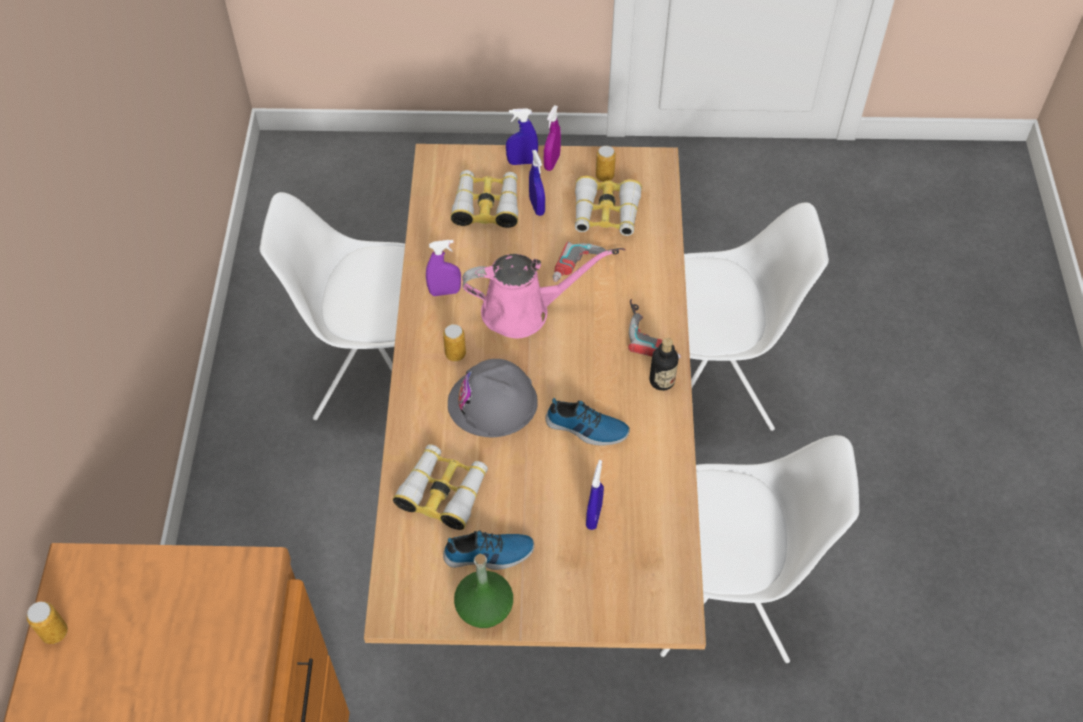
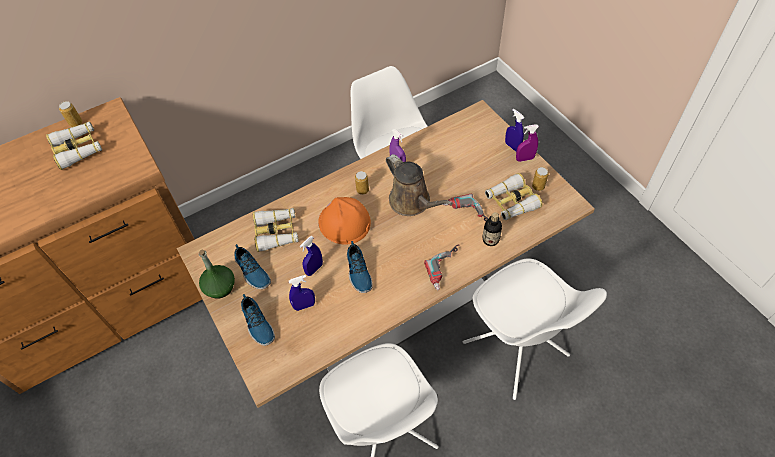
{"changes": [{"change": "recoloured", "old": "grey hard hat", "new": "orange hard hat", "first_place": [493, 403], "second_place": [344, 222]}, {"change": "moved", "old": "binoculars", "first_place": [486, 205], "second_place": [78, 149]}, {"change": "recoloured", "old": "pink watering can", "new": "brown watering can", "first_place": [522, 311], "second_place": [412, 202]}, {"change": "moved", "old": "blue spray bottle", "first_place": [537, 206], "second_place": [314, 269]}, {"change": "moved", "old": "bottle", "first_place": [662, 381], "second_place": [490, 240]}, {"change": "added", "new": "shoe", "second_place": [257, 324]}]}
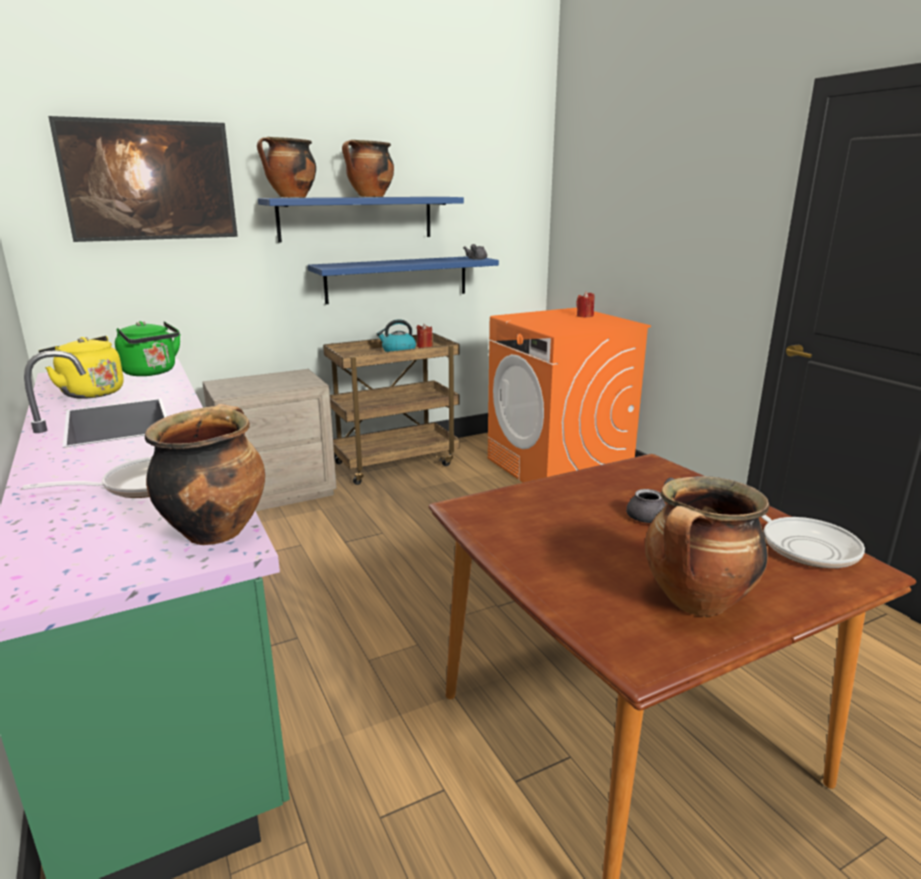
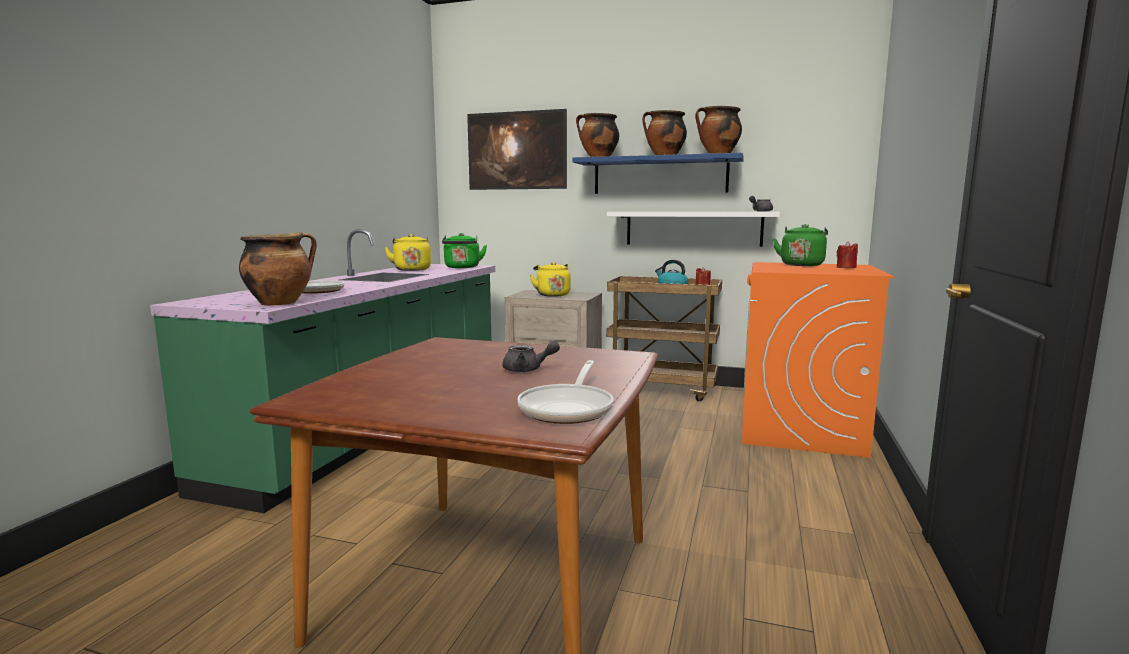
{"changes": [{"change": "recoloured", "old": "blue shelf", "new": "white shelf", "first_place": [397, 279], "second_place": [693, 228]}, {"change": "moved", "old": "cooking pot", "first_place": [696, 603], "second_place": [718, 154]}, {"change": "added", "new": "yellow kettle", "second_place": [552, 295]}, {"change": "added", "new": "green kettle", "second_place": [801, 265]}]}
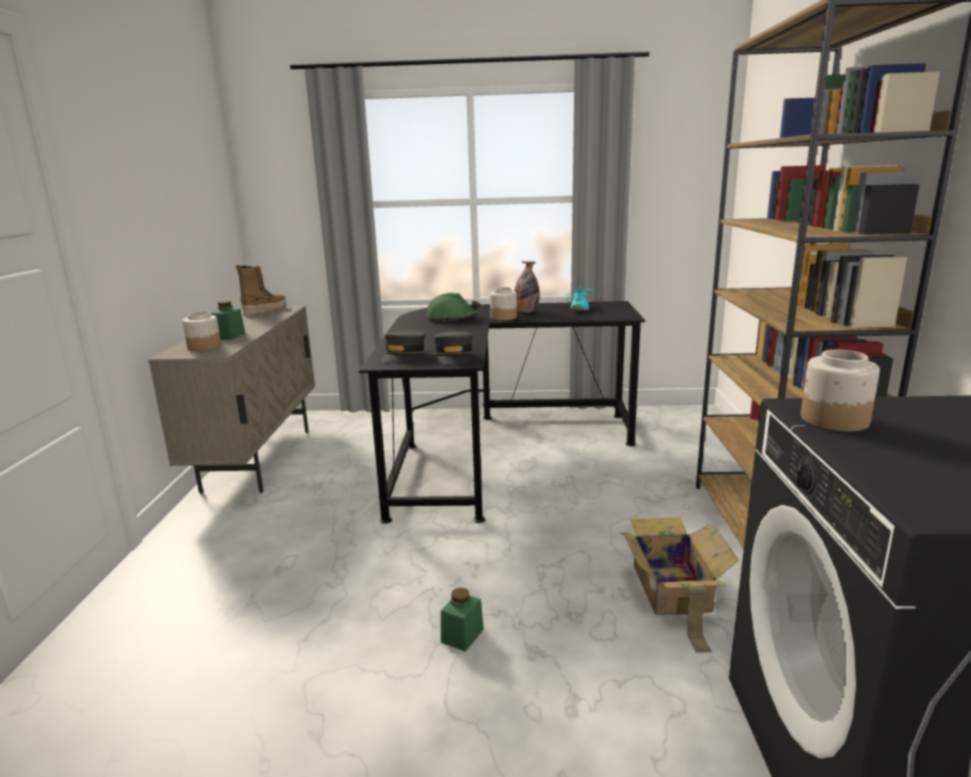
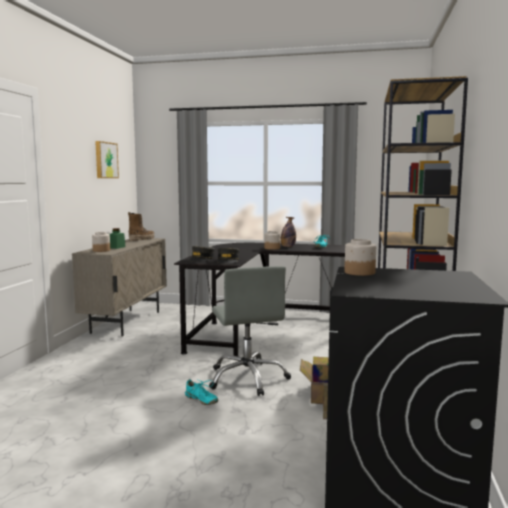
{"changes": [{"change": "removed", "old": "green hard hat", "first_place": [452, 319]}, {"change": "replaced", "old": "green jar", "new": "turquoise shoe", "first_place": [462, 635], "second_place": [201, 400]}, {"change": "added", "new": "picture", "second_place": [105, 160]}, {"change": "added", "new": "grey office chair", "second_place": [248, 378]}]}
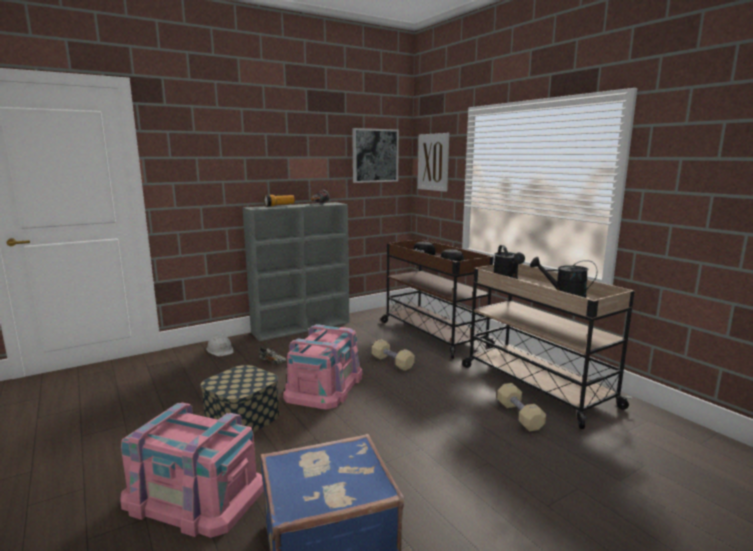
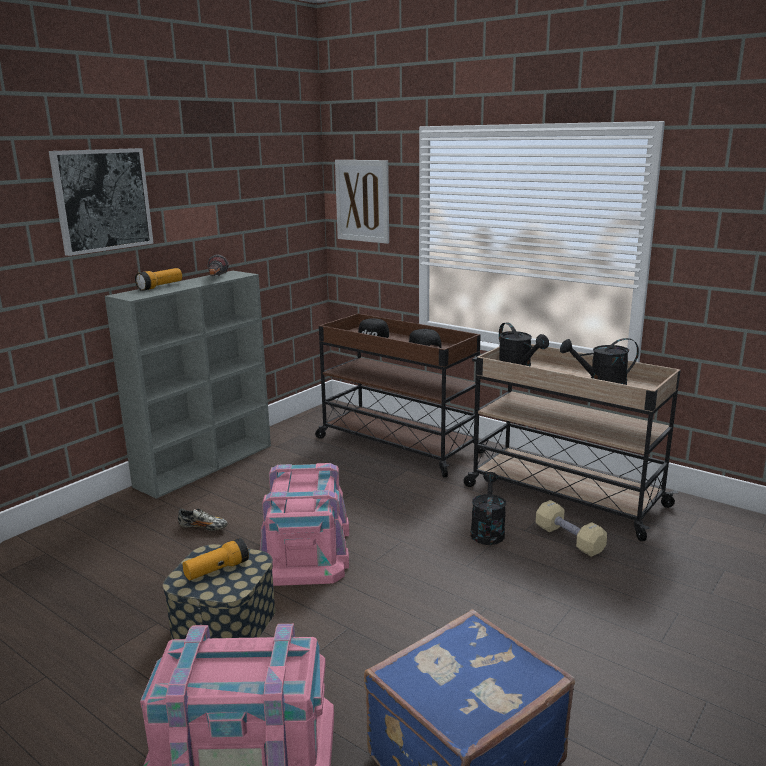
{"changes": [{"change": "removed", "old": "white hard hat", "first_place": [220, 350]}, {"change": "moved", "old": "picture", "first_place": [375, 155], "second_place": [102, 200]}, {"change": "removed", "old": "beige dumbbell", "first_place": [392, 362]}, {"change": "added", "new": "flashlight", "second_place": [216, 570]}, {"change": "added", "new": "black watering can", "second_place": [487, 531]}]}
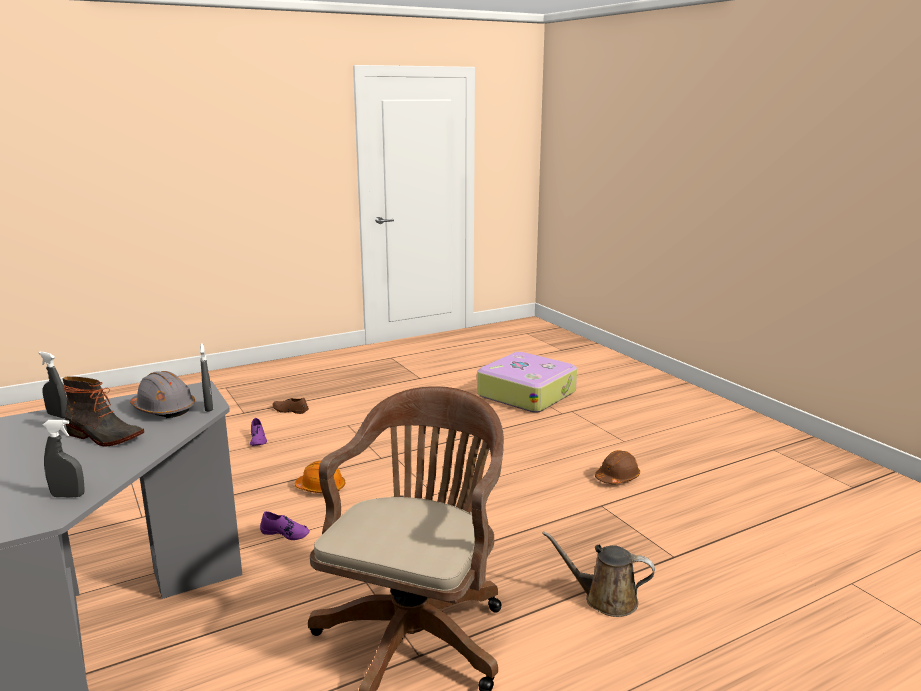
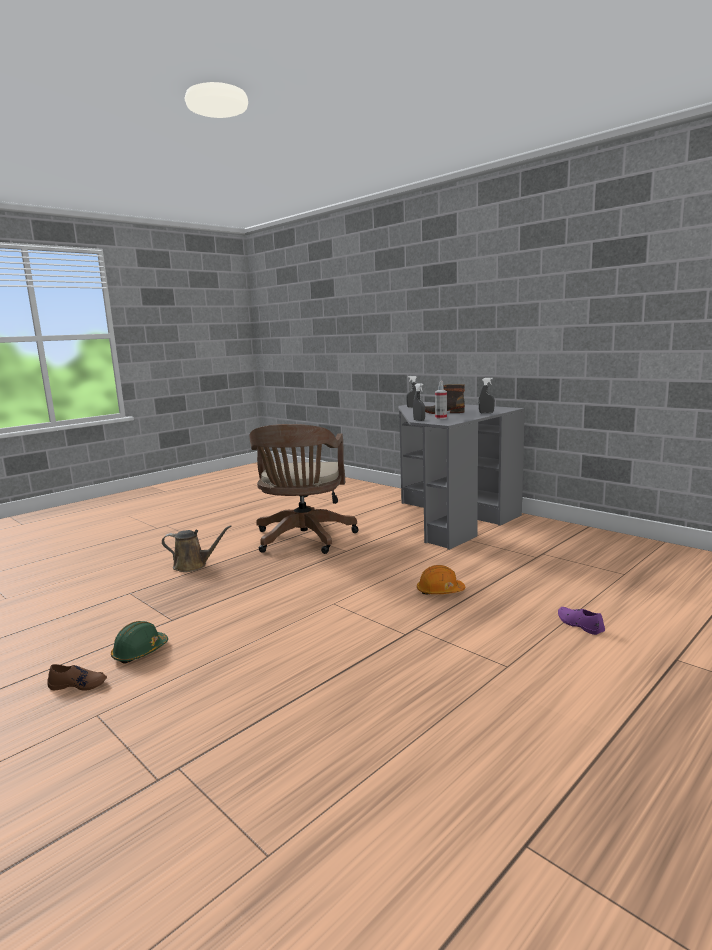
{"changes": [{"change": "replaced", "old": "grey hard hat", "new": "spray bottle", "first_place": [163, 409], "second_place": [441, 418]}, {"change": "removed", "old": "purple shoe", "first_place": [285, 533]}, {"change": "moved", "old": "brown shoe", "first_place": [290, 410], "second_place": [78, 684]}, {"change": "removed", "old": "suitcase", "first_place": [526, 393]}, {"change": "recoloured", "old": "brown hard hat", "new": "green hard hat", "first_place": [617, 477], "second_place": [140, 652]}]}
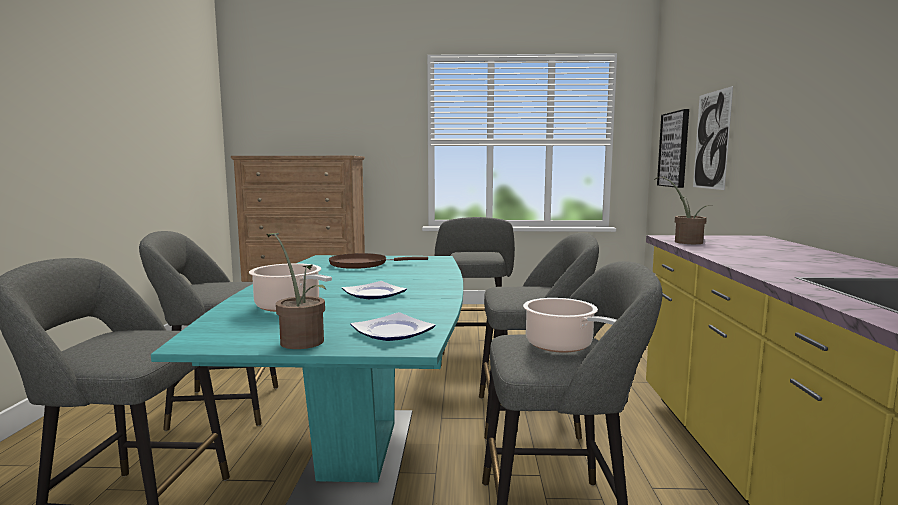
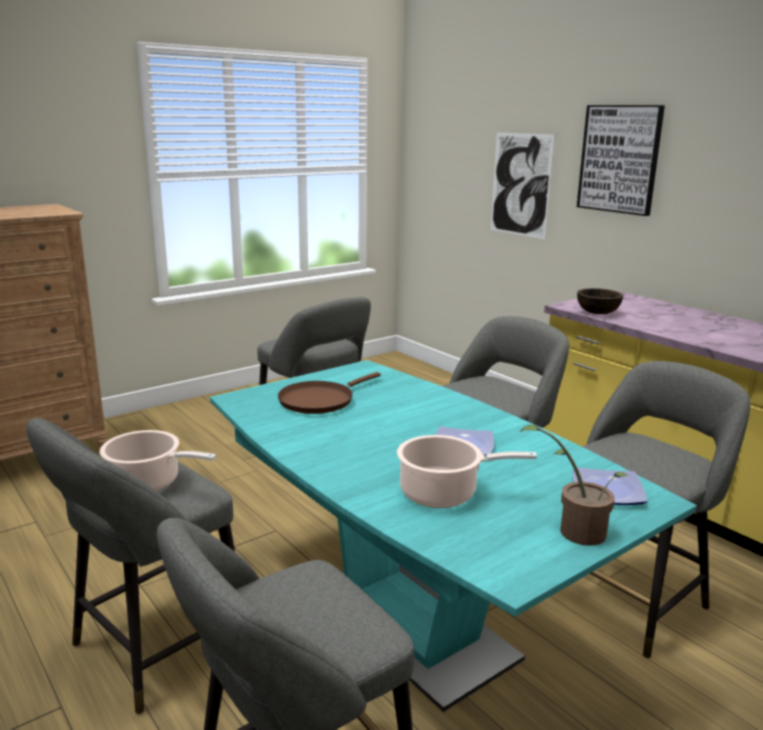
{"changes": [{"change": "moved", "old": "cooking pot", "first_place": [562, 346], "second_place": [148, 483]}, {"change": "replaced", "old": "potted plant", "new": "brown bowl", "first_place": [685, 241], "second_place": [598, 313]}, {"change": "moved", "old": "picture", "first_place": [674, 149], "second_place": [619, 159]}]}
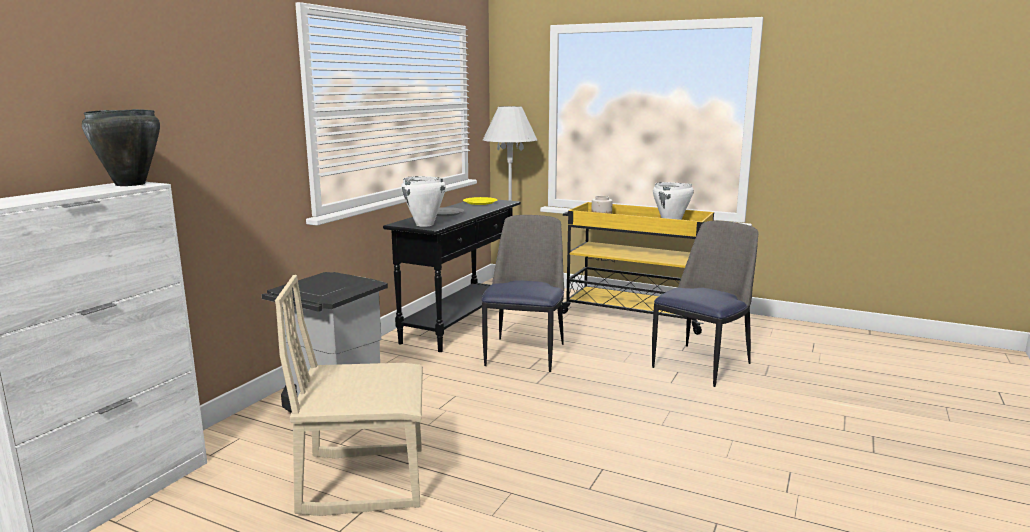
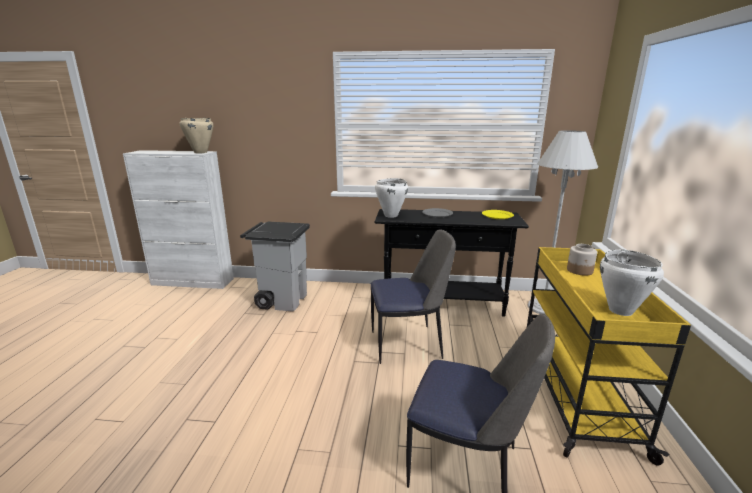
{"changes": [{"change": "recoloured", "old": "black cooking pot", "new": "beige cooking pot", "first_place": [130, 184], "second_place": [200, 152]}, {"change": "removed", "old": "beige chair", "first_place": [363, 480]}]}
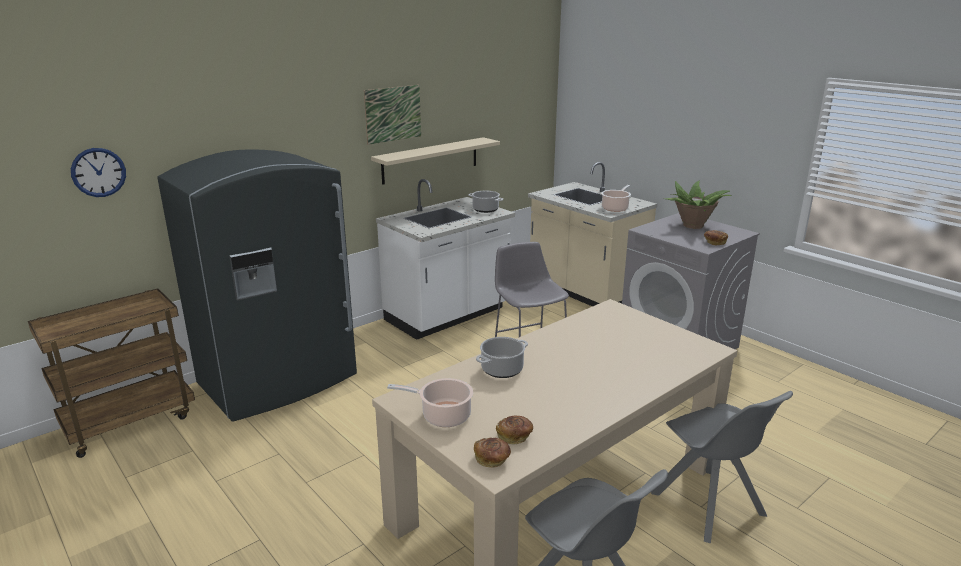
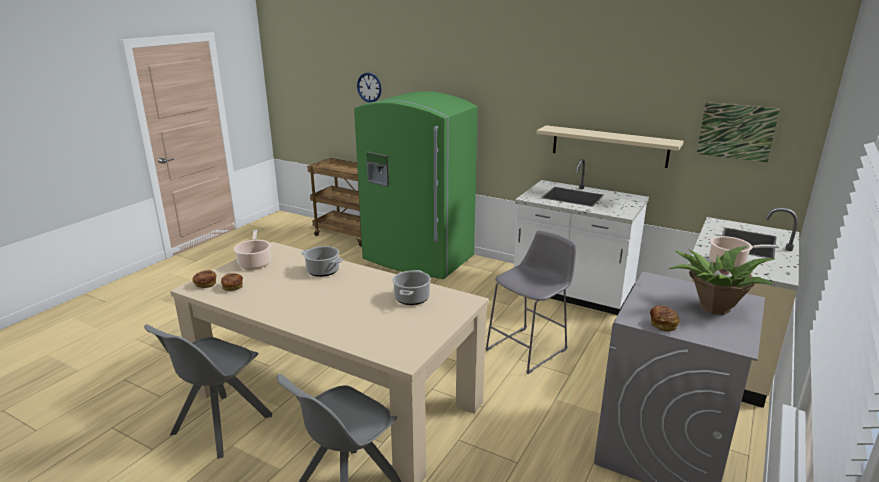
{"changes": [{"change": "recoloured", "old": "grey fridge", "new": "green fridge", "first_place": [279, 381], "second_place": [417, 259]}, {"change": "moved", "old": "picture", "first_place": [393, 114], "second_place": [736, 132]}, {"change": "moved", "old": "cooking pot", "first_place": [485, 209], "second_place": [411, 298]}]}
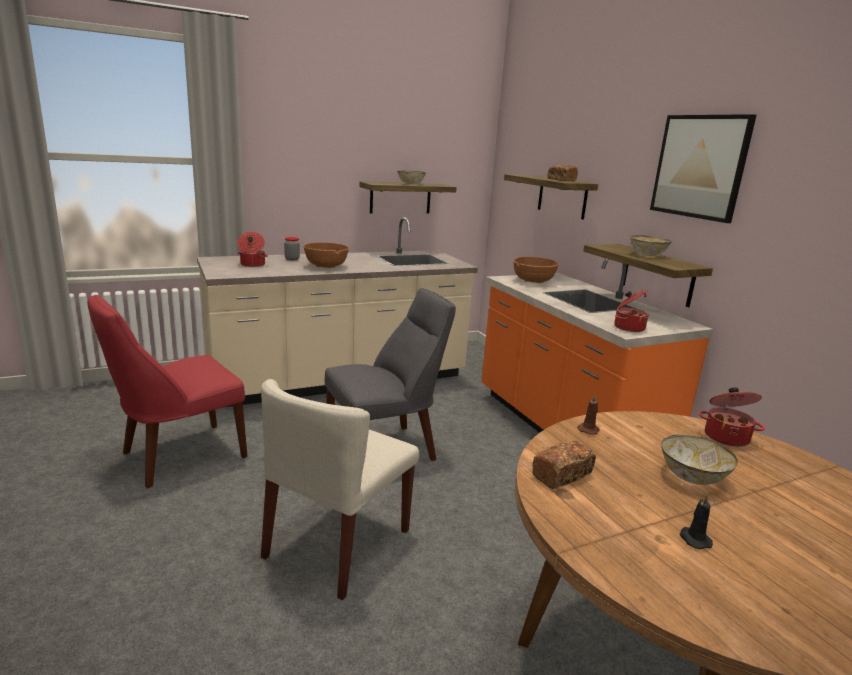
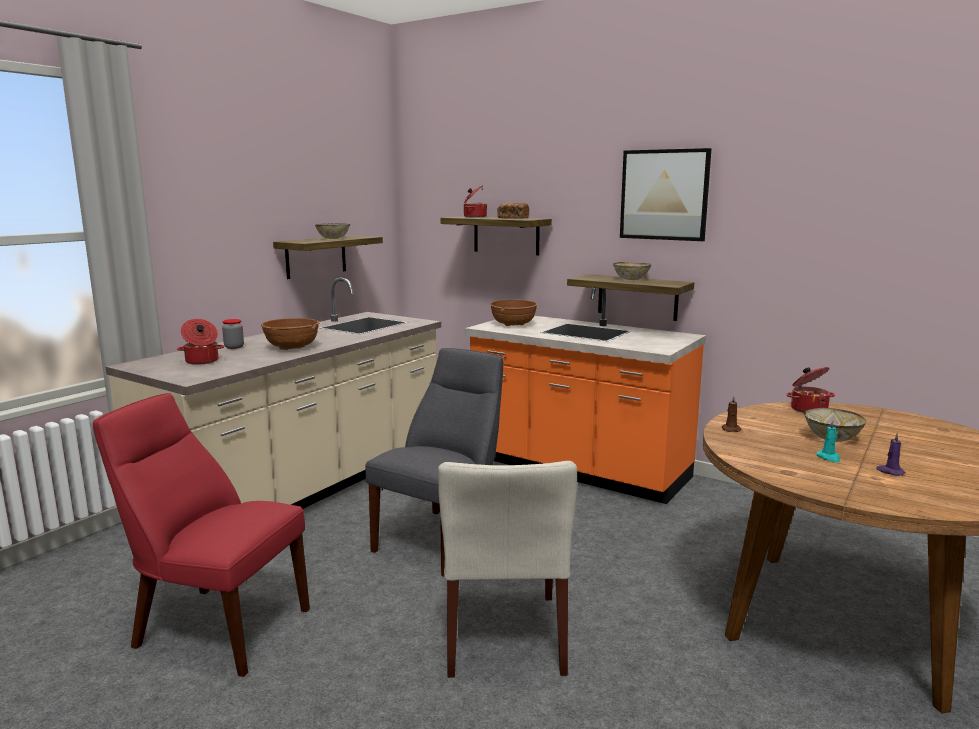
{"changes": [{"change": "turned", "old": "red chair", "first_place": [178, 456], "second_place": [216, 626], "degrees": 90}, {"change": "removed", "old": "bread", "first_place": [561, 475]}, {"change": "moved", "old": "cooking pot", "first_place": [628, 327], "second_place": [474, 217]}, {"change": "recoloured", "old": "black candle", "new": "purple candle", "first_place": [694, 539], "second_place": [890, 471]}, {"change": "added", "new": "turquoise candle", "second_place": [828, 458]}]}
